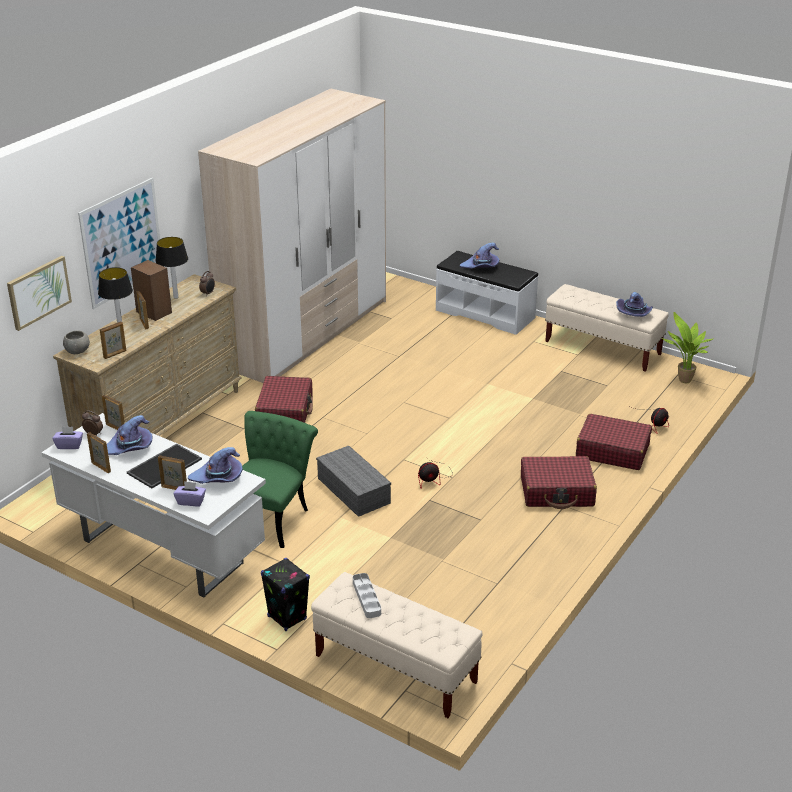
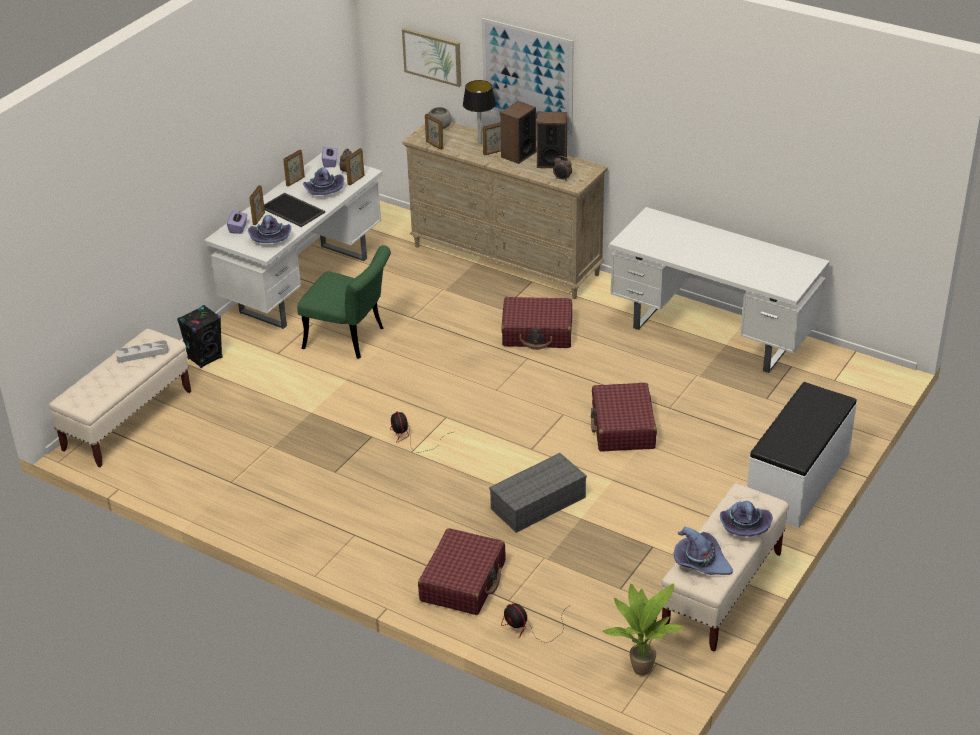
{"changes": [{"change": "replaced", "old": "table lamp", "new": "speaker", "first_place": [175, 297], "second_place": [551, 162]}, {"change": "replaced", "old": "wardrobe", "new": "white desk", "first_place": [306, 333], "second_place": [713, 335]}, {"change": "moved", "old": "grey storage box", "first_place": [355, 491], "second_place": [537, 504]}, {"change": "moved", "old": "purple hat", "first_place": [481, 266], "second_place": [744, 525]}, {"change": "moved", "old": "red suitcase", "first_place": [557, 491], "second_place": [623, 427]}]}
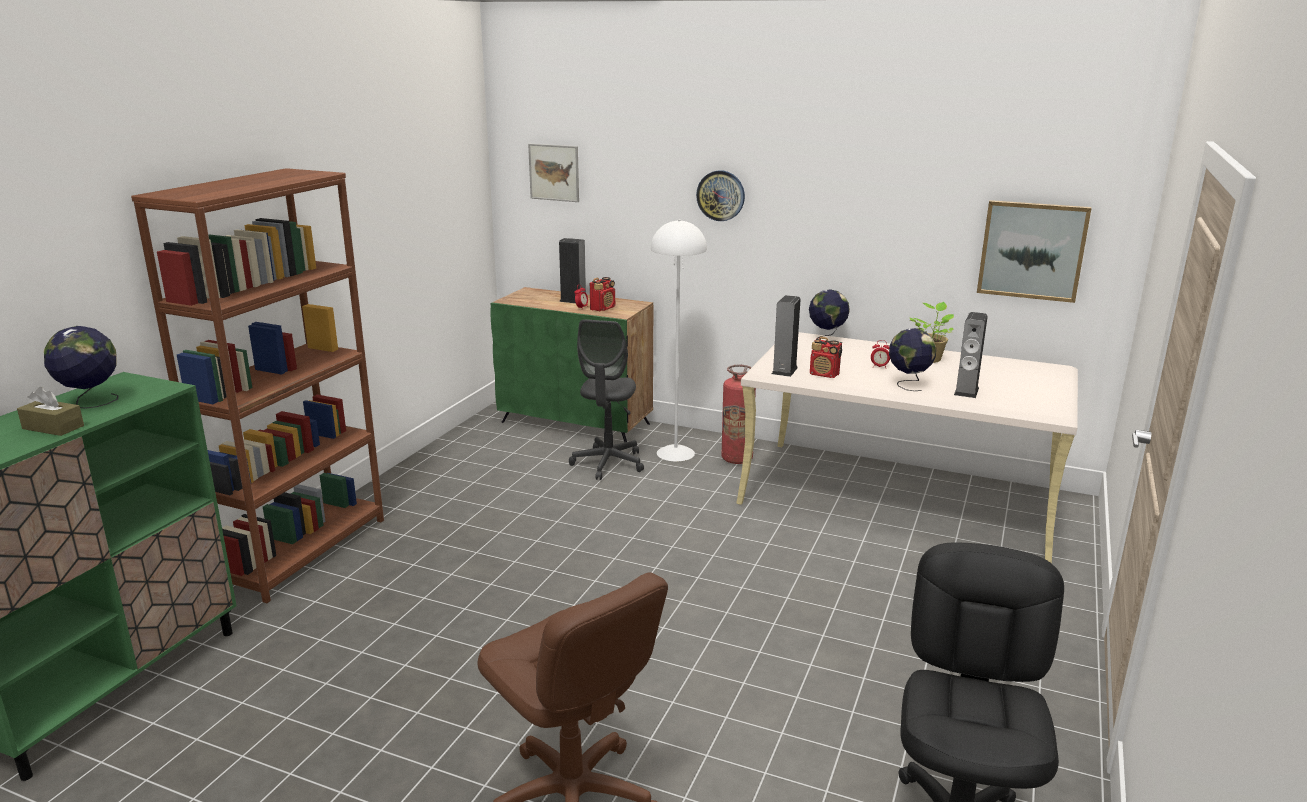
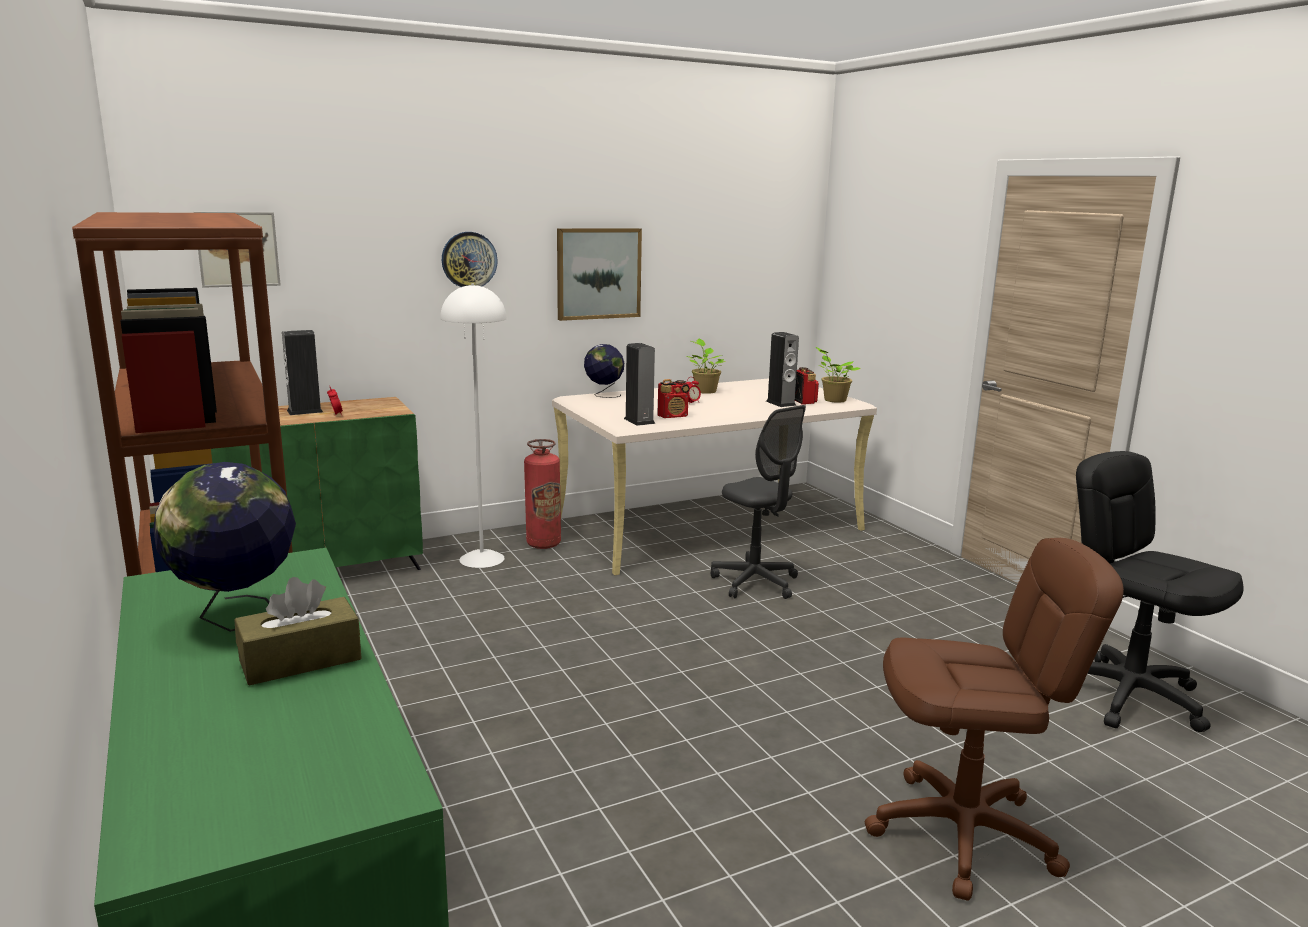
{"changes": [{"change": "moved", "old": "grey office chair", "first_place": [608, 463], "second_place": [755, 583]}, {"change": "moved", "old": "radio", "first_place": [603, 308], "second_place": [804, 401]}, {"change": "removed", "old": "globe", "first_place": [908, 384]}, {"change": "moved", "old": "picture", "first_place": [1032, 250], "second_place": [598, 273]}, {"change": "added", "new": "potted plant", "second_place": [833, 400]}]}
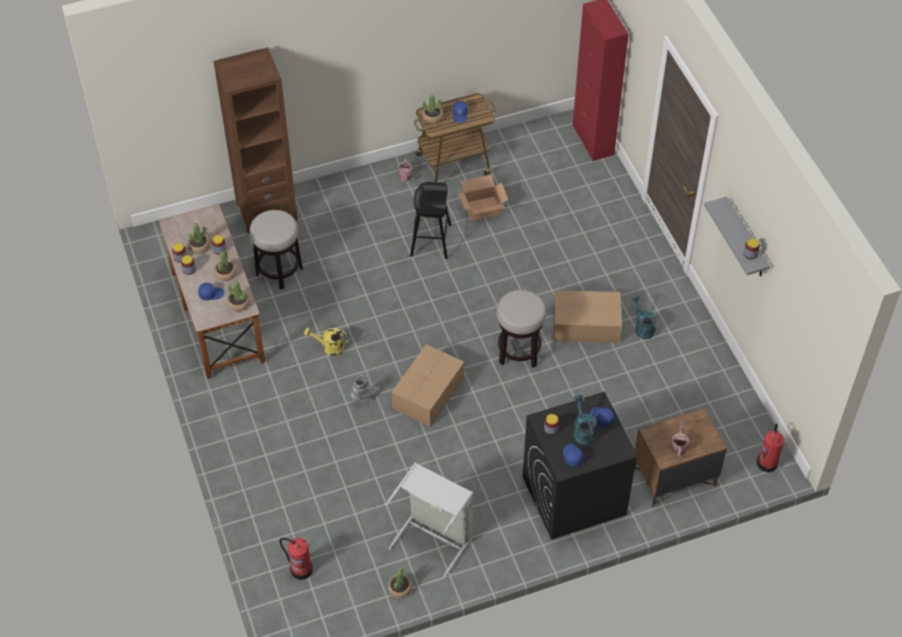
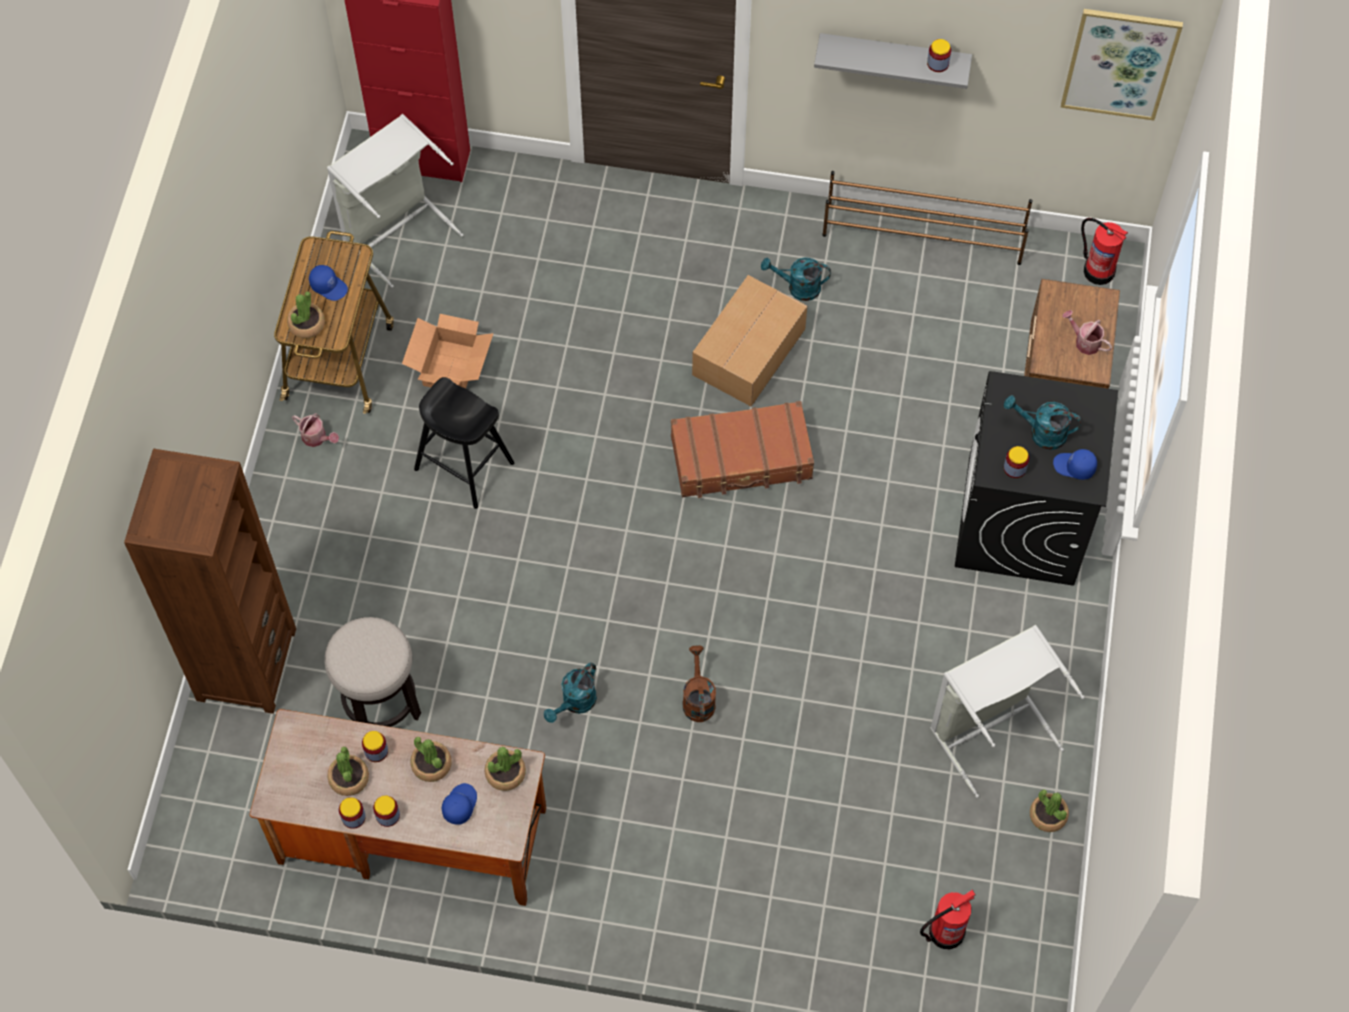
{"changes": [{"change": "recoloured", "old": "yellow watering can", "new": "turquoise watering can", "first_place": [329, 347], "second_place": [575, 703]}, {"change": "replaced", "old": "grey boot", "new": "brown watering can", "first_place": [366, 397], "second_place": [698, 699]}, {"change": "removed", "old": "cardboard box", "first_place": [427, 393]}, {"change": "replaced", "old": "stool", "new": "brown suitcase", "first_place": [519, 351], "second_place": [741, 458]}, {"change": "removed", "old": "blue cap", "first_place": [601, 418]}, {"change": "added", "new": "grey laundry basket", "second_place": [395, 230]}, {"change": "added", "new": "brown shoe rack", "second_place": [924, 235]}, {"change": "added", "new": "picture", "second_place": [1120, 63]}]}
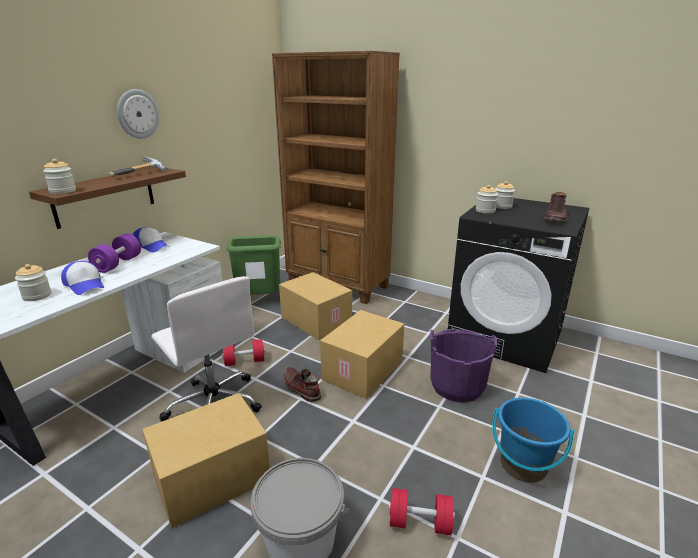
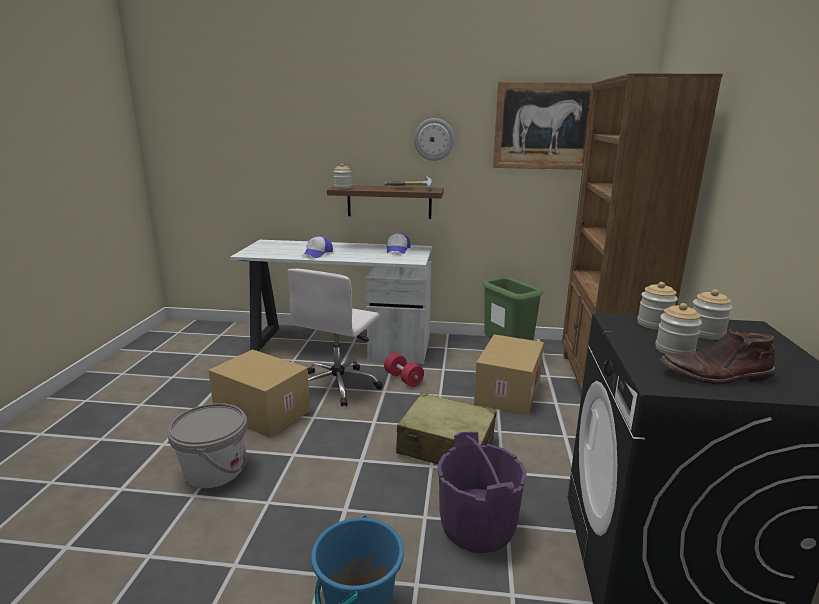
{"changes": [{"change": "moved", "old": "jar", "first_place": [37, 296], "second_place": [674, 350]}, {"change": "removed", "old": "purple dumbbell", "first_place": [118, 264]}, {"change": "removed", "old": "brown boot", "first_place": [300, 388]}, {"change": "replaced", "old": "cardboard box", "new": "beige suitcase", "first_place": [363, 371], "second_place": [446, 446]}, {"change": "removed", "old": "red dumbbell", "first_place": [420, 522]}, {"change": "added", "new": "picture", "second_place": [543, 126]}]}
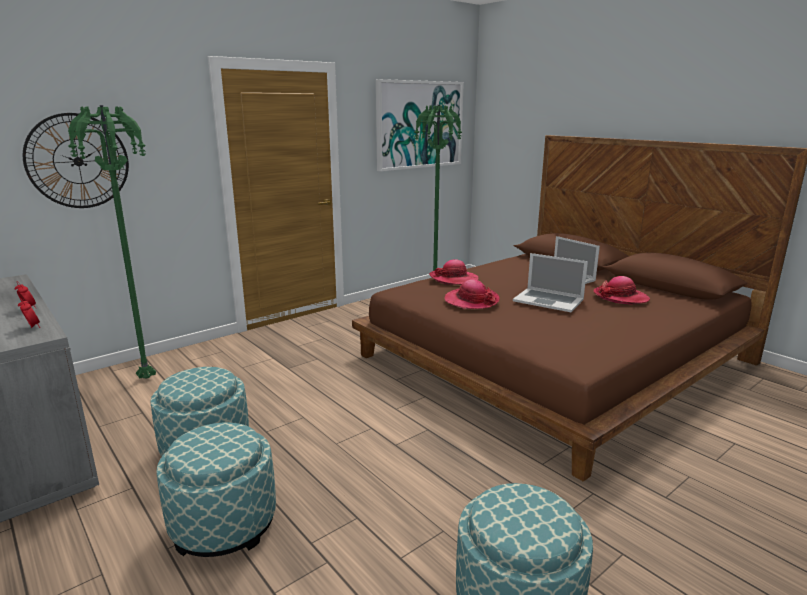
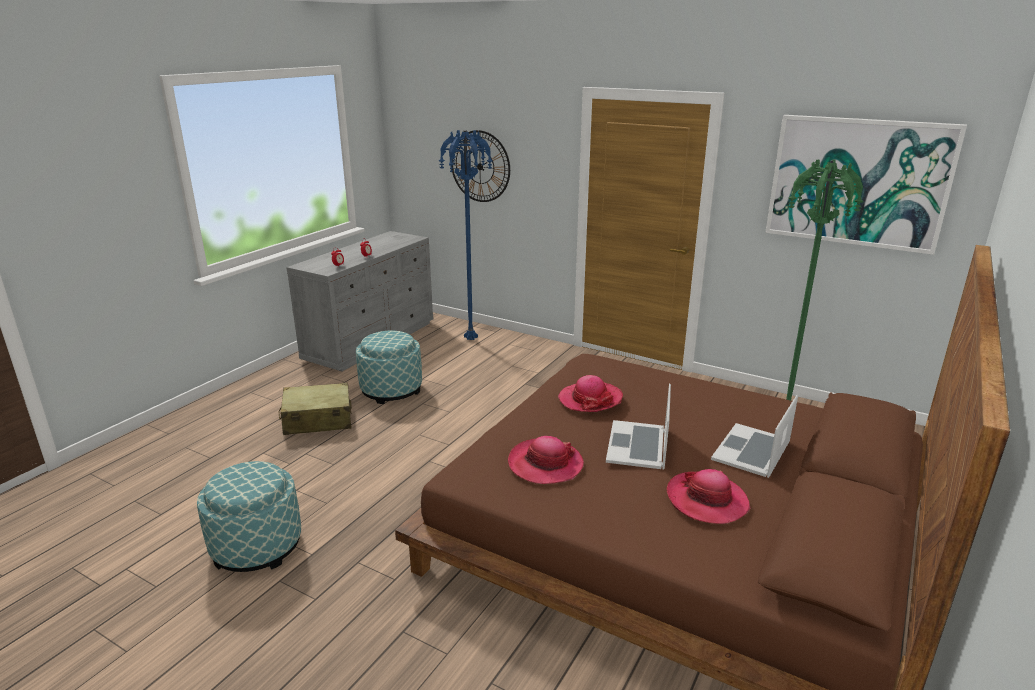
{"changes": [{"change": "recoloured", "old": "green floor lamp", "new": "blue floor lamp", "first_place": [148, 378], "second_place": [471, 340]}, {"change": "replaced", "old": "ottoman", "new": "beige suitcase", "first_place": [224, 524], "second_place": [317, 420]}, {"change": "moved", "old": "hat", "first_place": [453, 279], "second_place": [545, 464]}]}
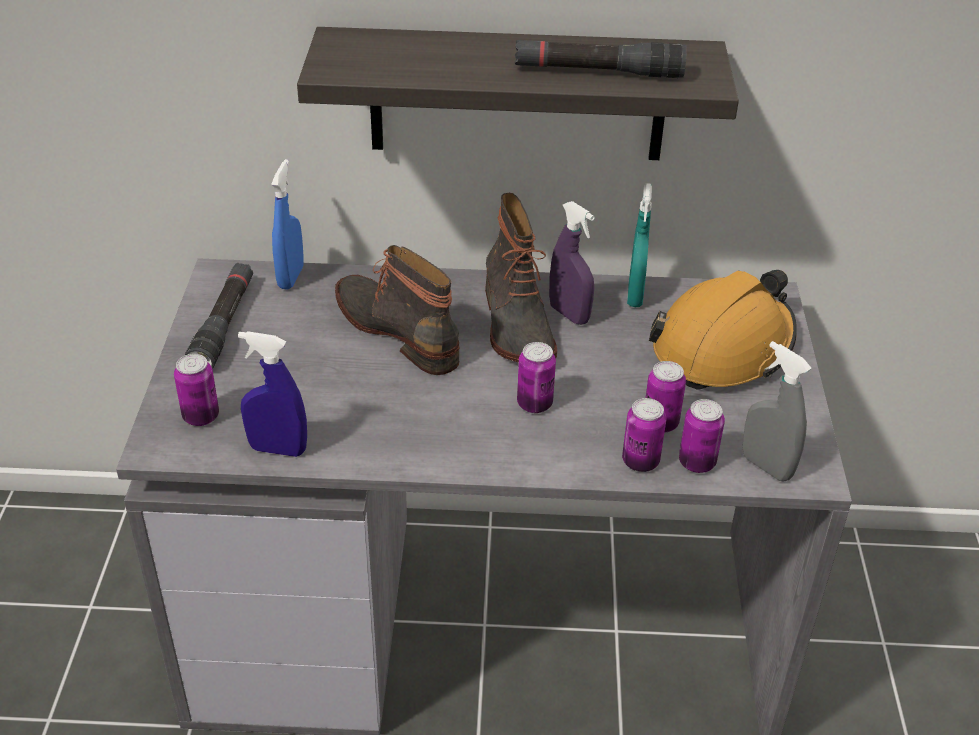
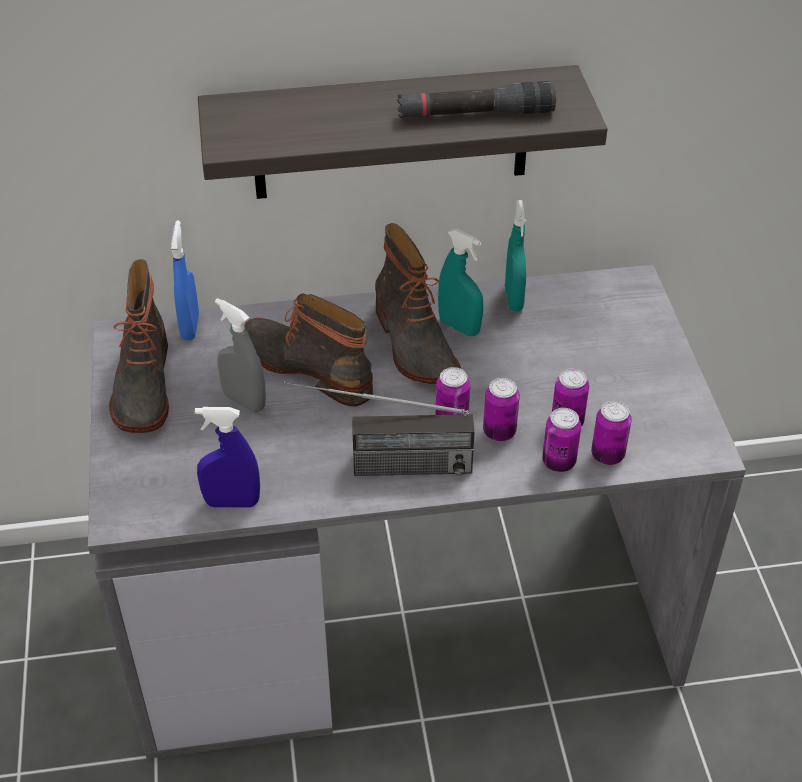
{"changes": [{"change": "moved", "old": "can", "first_place": [201, 417], "second_place": [499, 432]}, {"change": "replaced", "old": "black flashlight", "new": "boot", "first_place": [223, 325], "second_place": [142, 386]}, {"change": "recoloured", "old": "purple spray bottle", "new": "turquoise spray bottle", "first_place": [569, 314], "second_place": [459, 327]}, {"change": "removed", "old": "orange hard hat", "first_place": [723, 347]}, {"change": "moved", "old": "grey spray bottle", "first_place": [766, 466], "second_place": [244, 401]}, {"change": "added", "new": "radio", "second_place": [380, 467]}]}
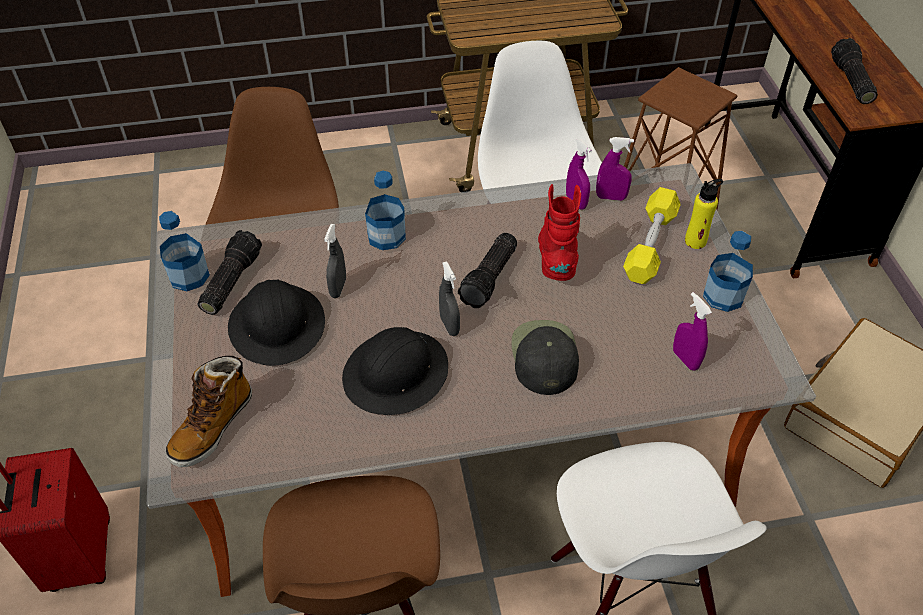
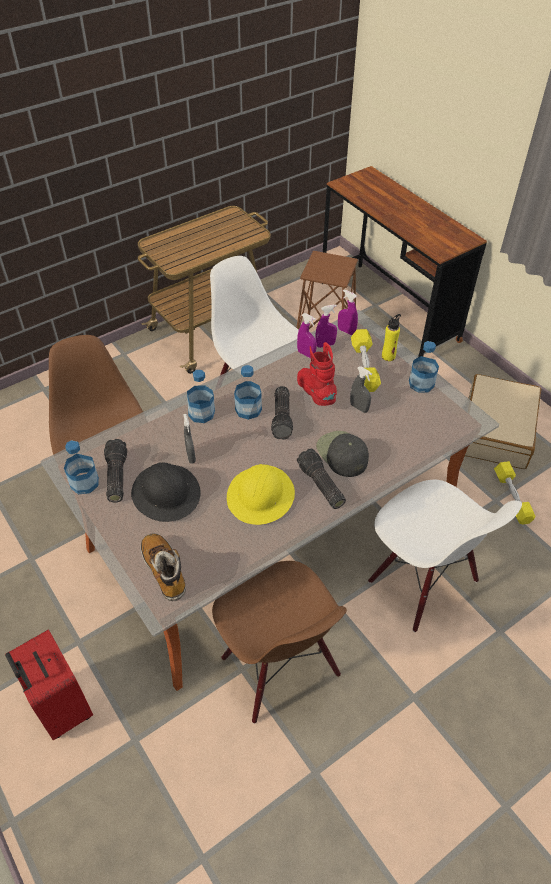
{"changes": [{"change": "turned", "old": "boot", "first_place": [212, 426], "second_place": [164, 571], "degrees": 150}, {"change": "recoloured", "old": "black hard hat", "new": "yellow hard hat", "first_place": [396, 374], "second_place": [261, 496]}, {"change": "moved", "old": "grey spray bottle", "first_place": [449, 325], "second_place": [359, 407]}, {"change": "moved", "old": "purple spray bottle", "first_place": [685, 359], "second_place": [346, 331]}, {"change": "moved", "old": "flashlight", "first_place": [850, 81], "second_place": [320, 485]}, {"change": "added", "new": "bottle", "second_place": [248, 409]}, {"change": "added", "new": "yellow dumbbell", "second_place": [512, 497]}]}
